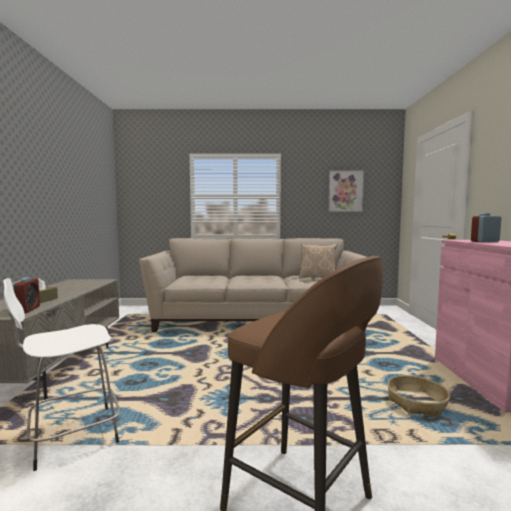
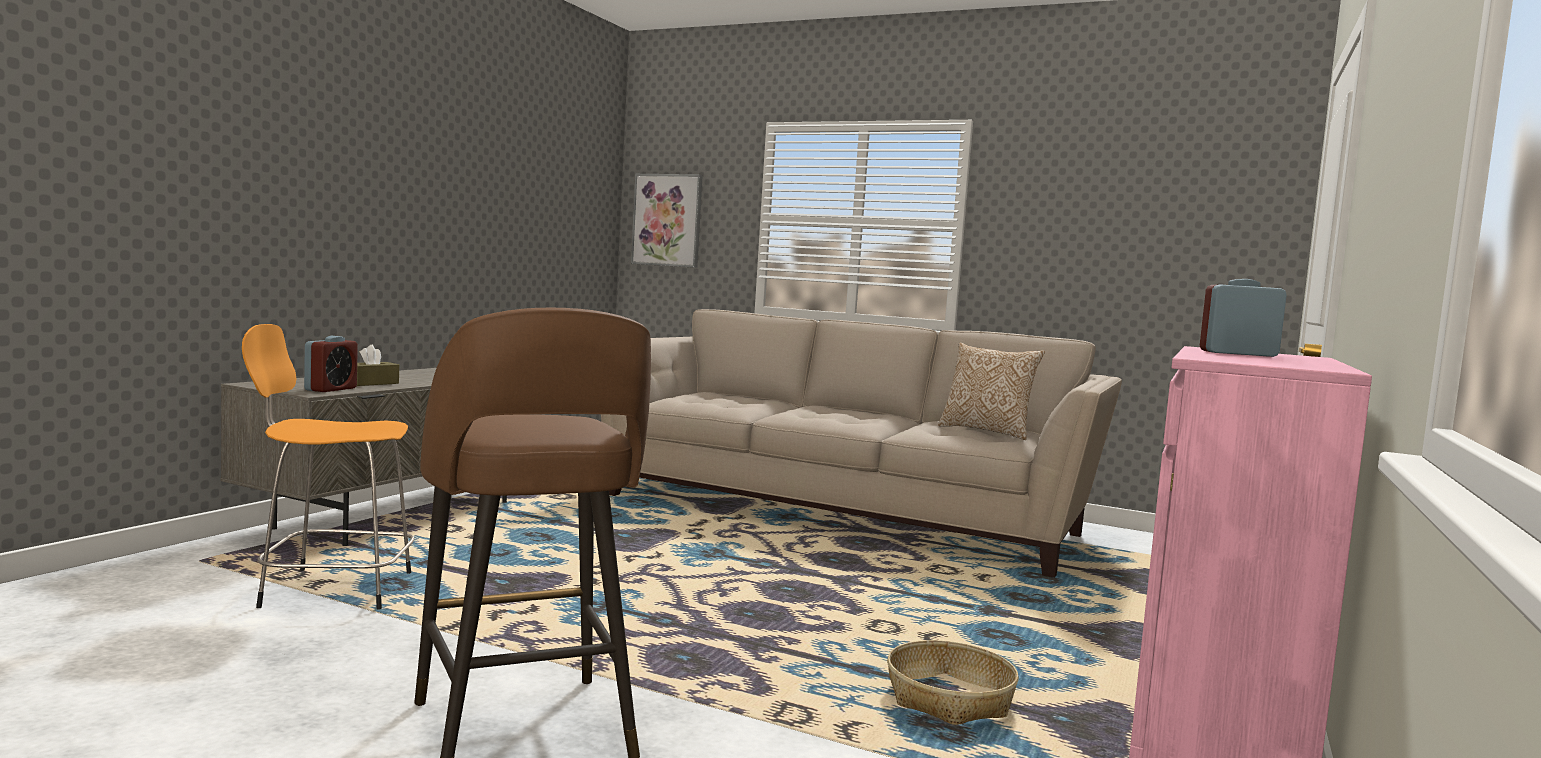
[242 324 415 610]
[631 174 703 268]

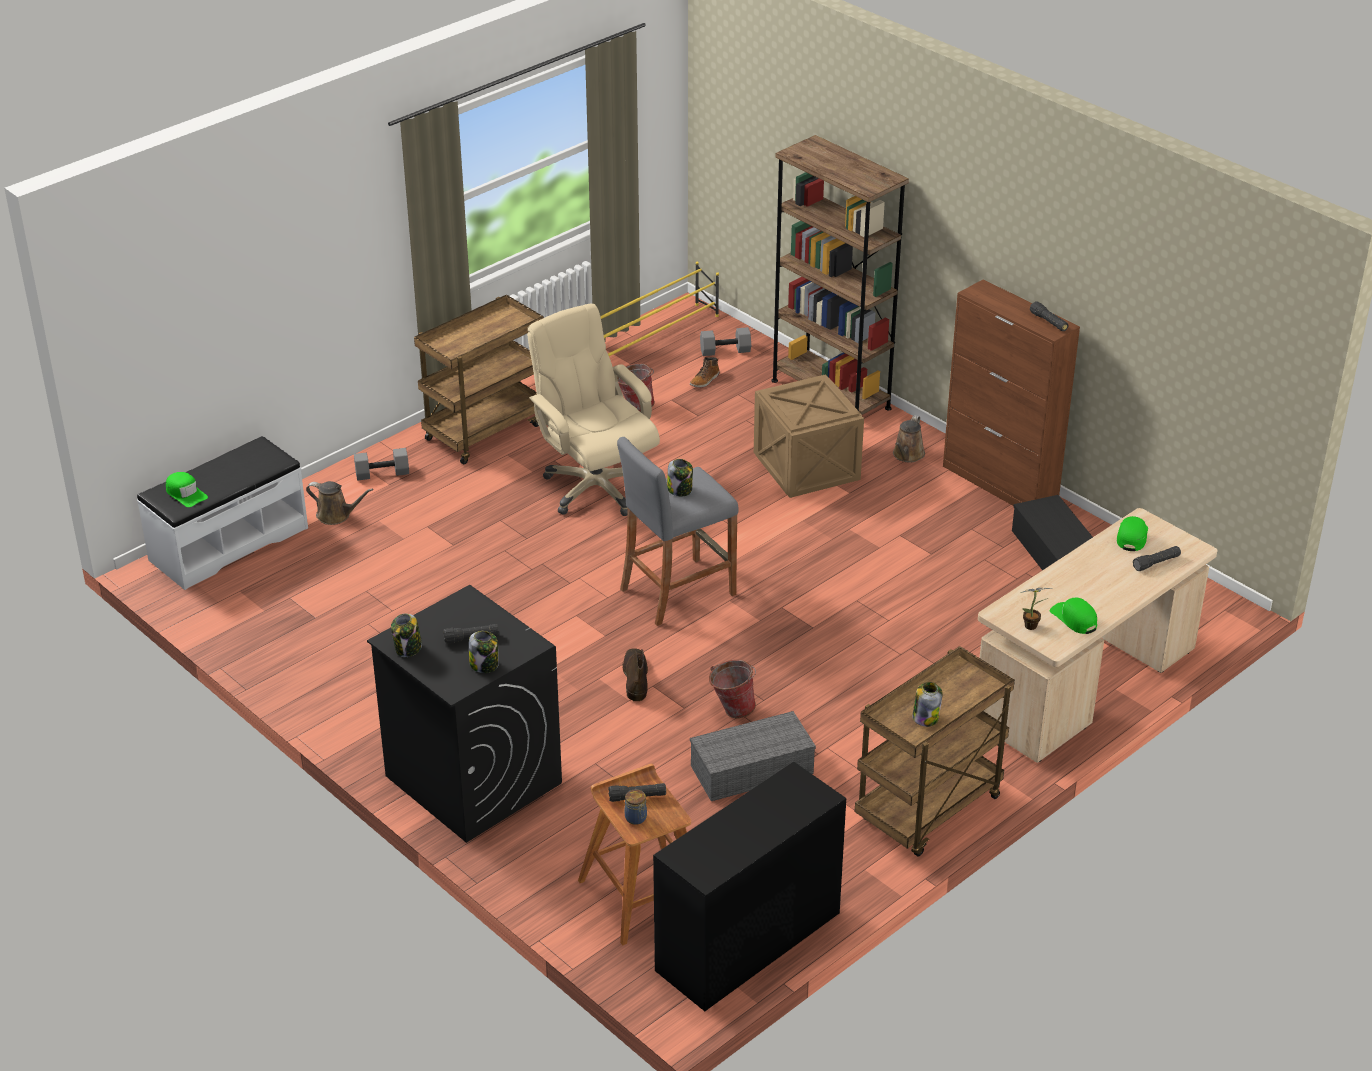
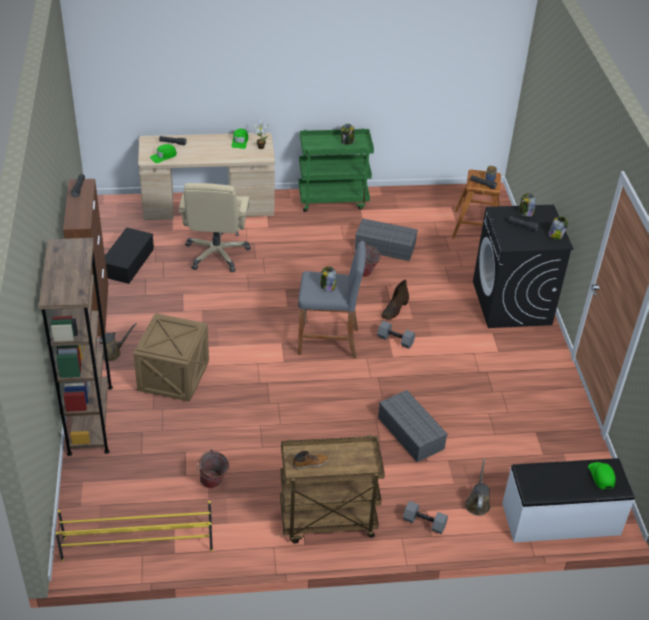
[465 458 490 516]
[179 183 251 272]
[653 762 846 1011] (first image)
[292 451 329 469]
[377 321 415 349]
[298 128 374 212]
[378 390 448 462]

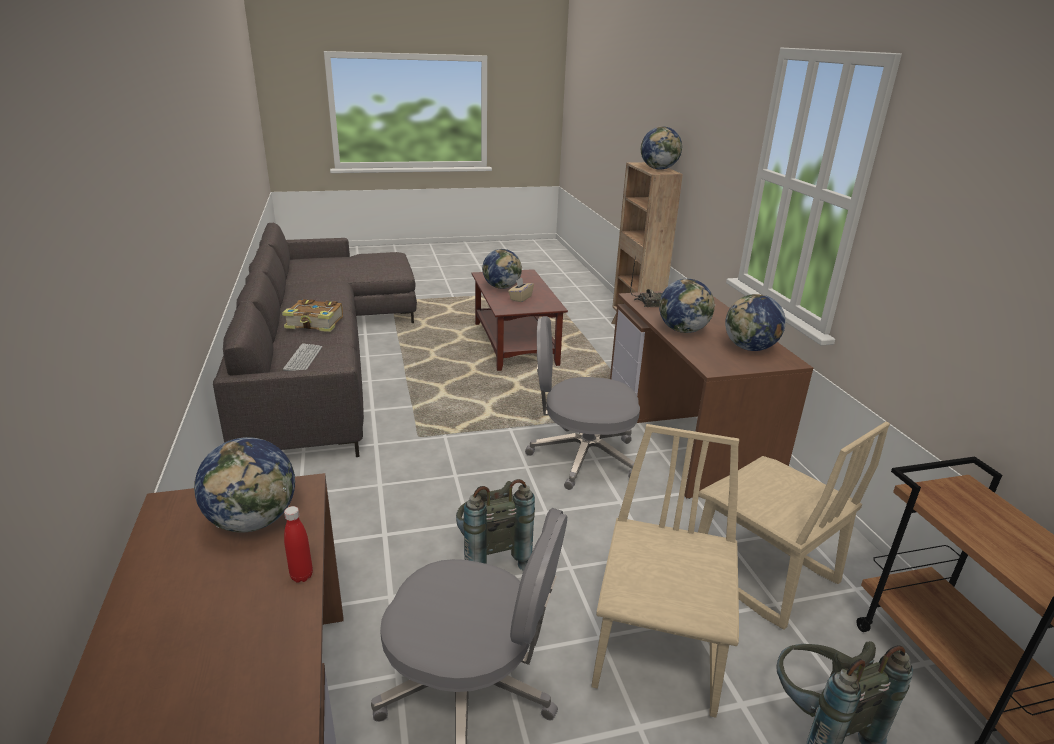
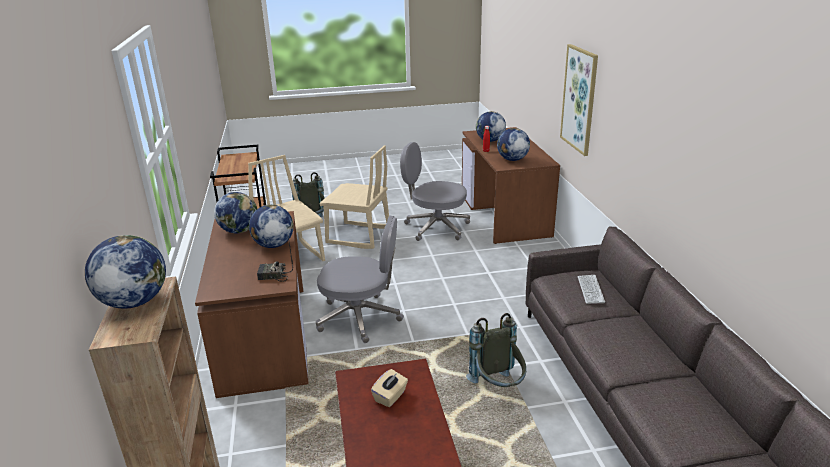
[282 299 343 332] (first image)
[466 313 526 387]
[476 111 506 142]
[319 145 389 249]
[560 44 598 156]

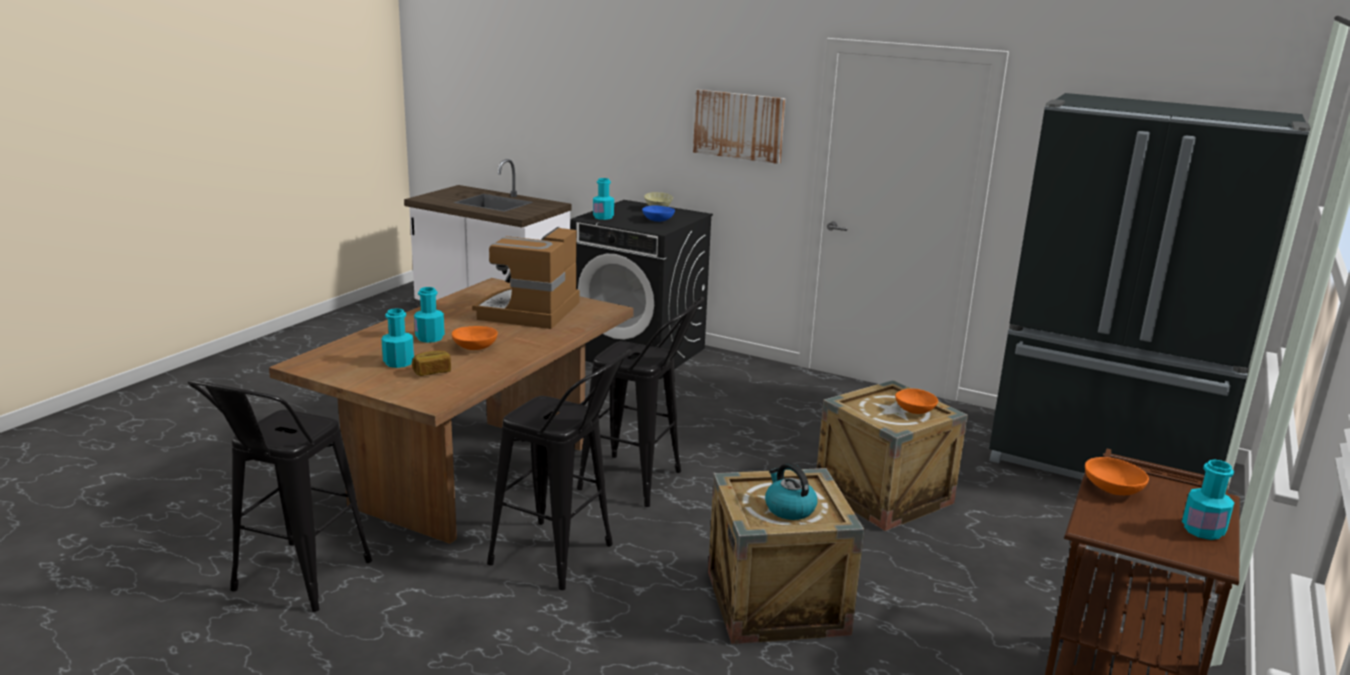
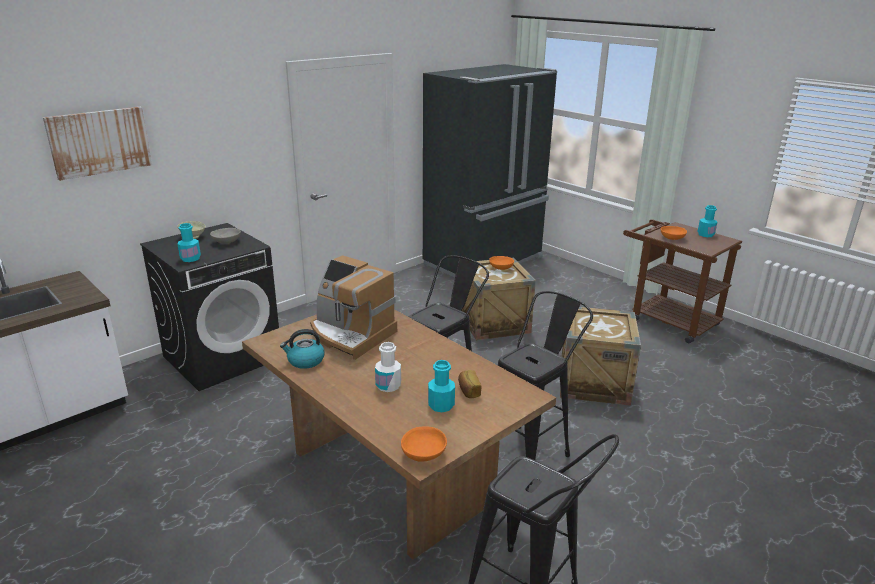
[375 342 401 392]
[401 426 447 462]
[210 228 241 244]
[43 107 152 181]
[280 329 325 369]

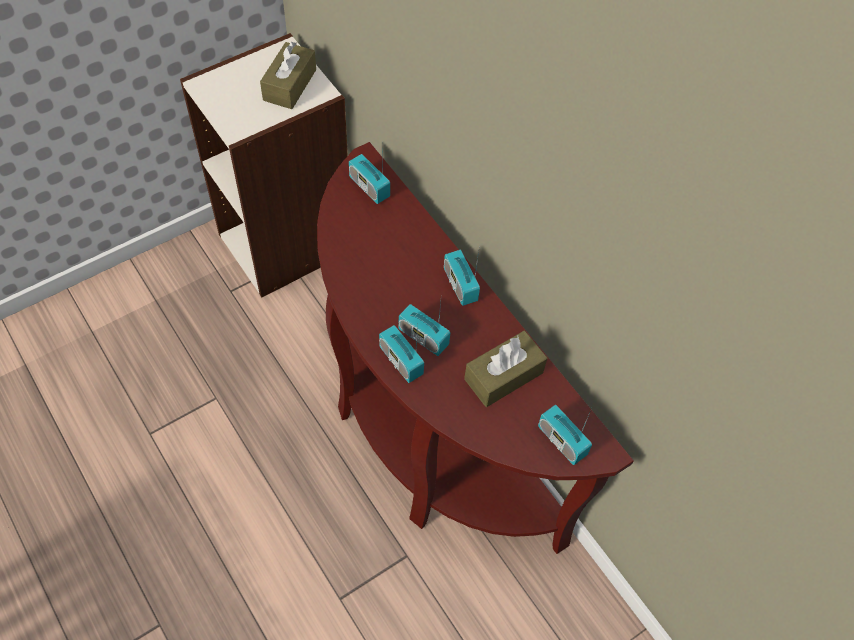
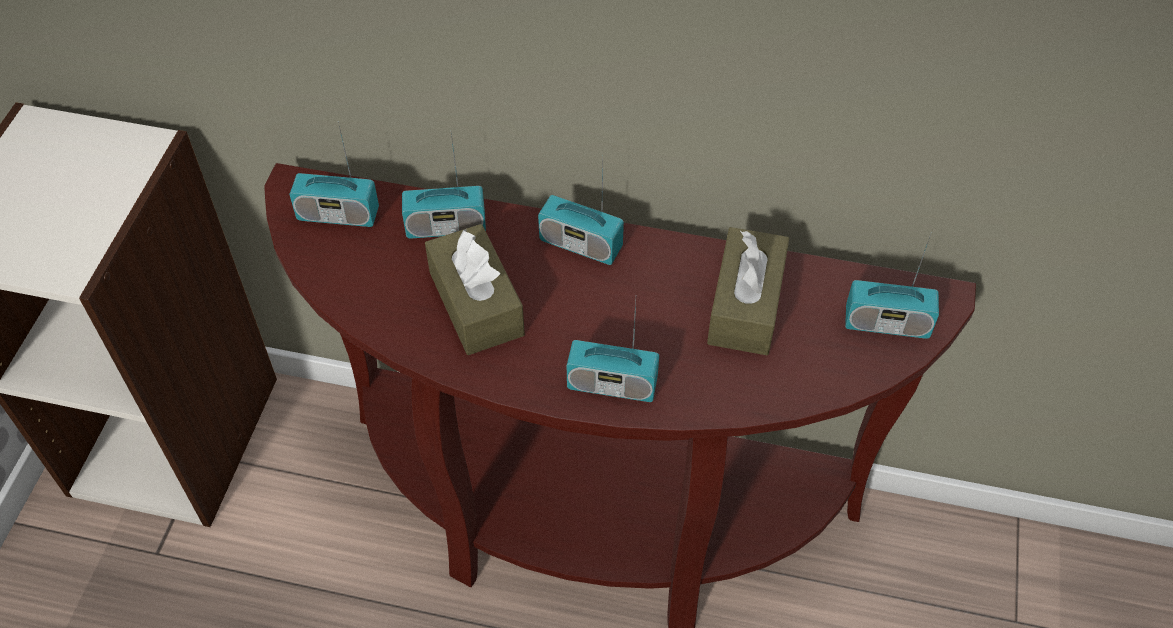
[425 224 525 355]
[402 134 486 239]

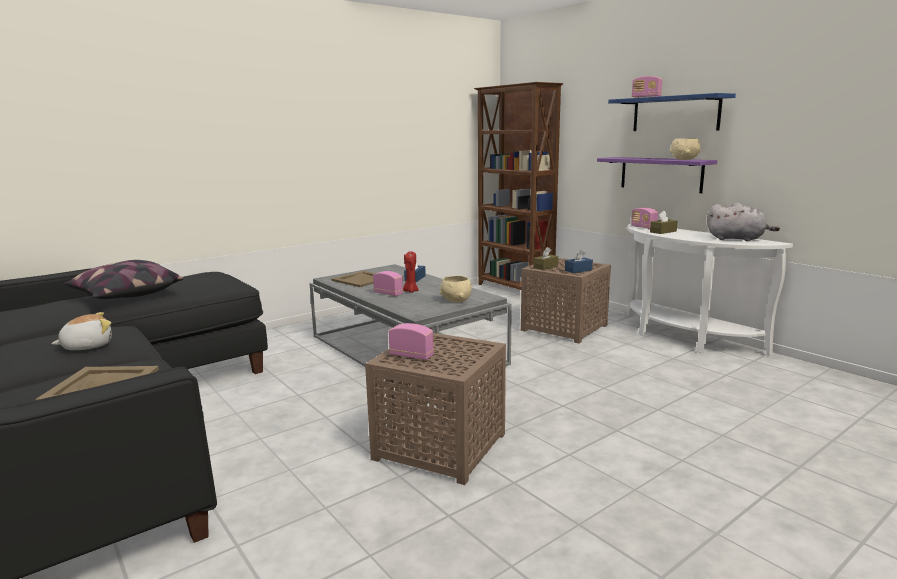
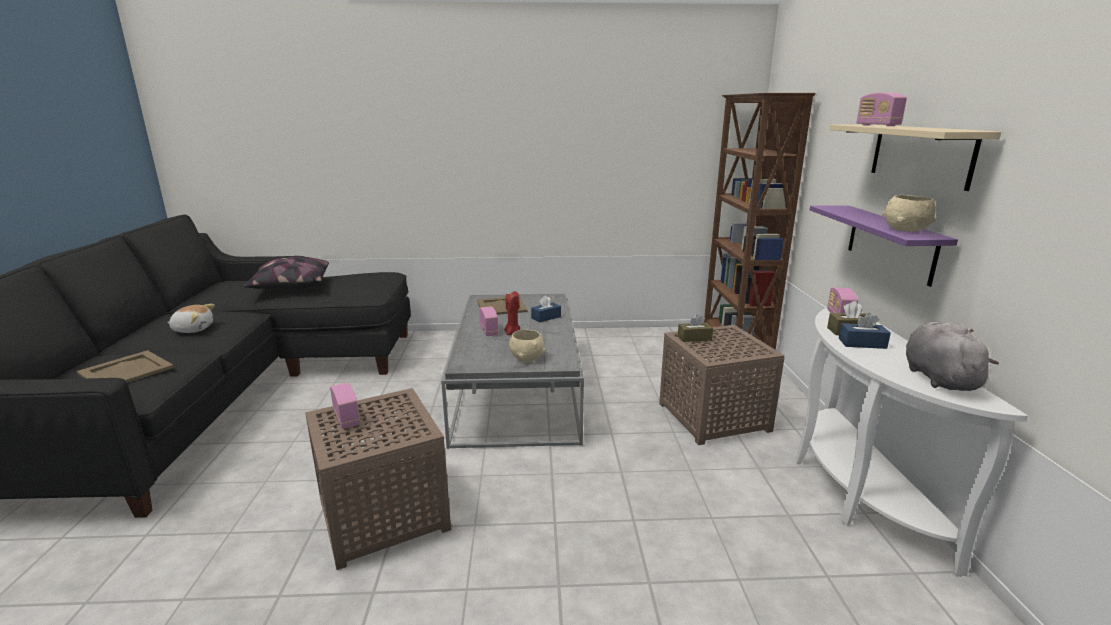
[839 313 891 349]
[830 125 1001 191]
[906 322 999 391]

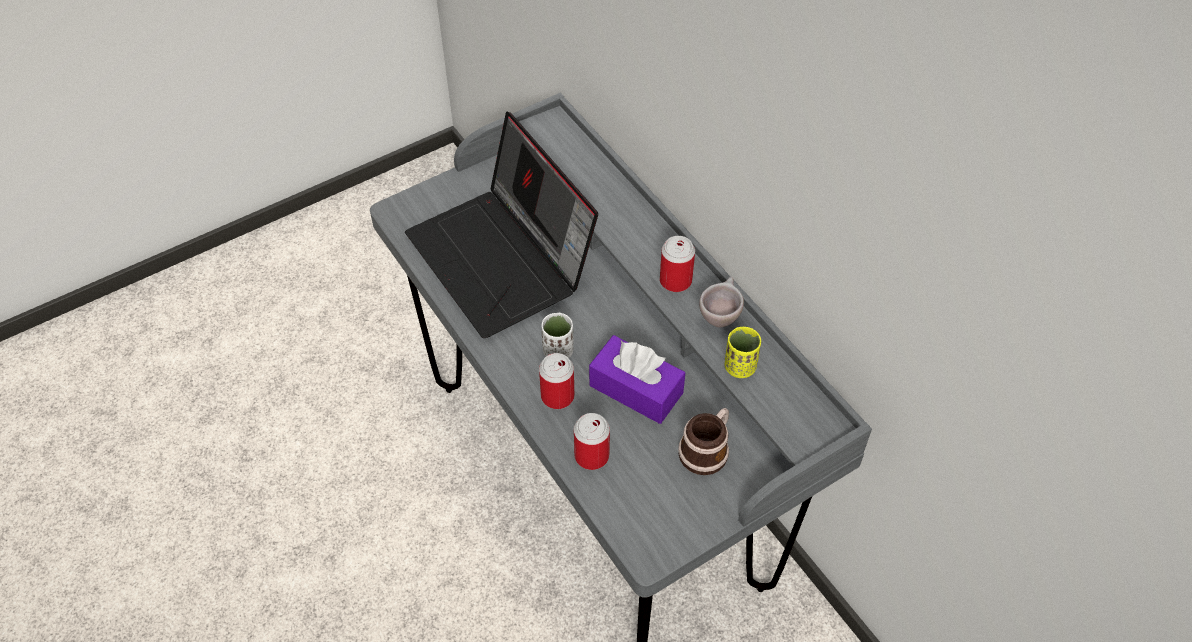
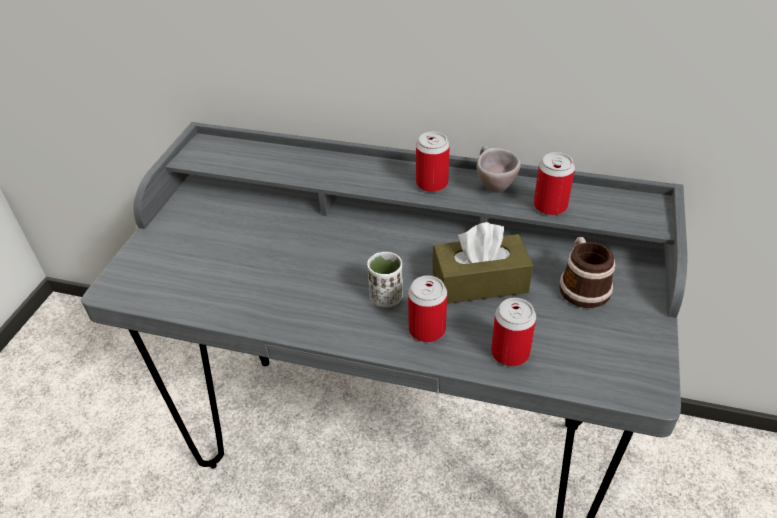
[405 112 598 338] (first image)
[433 222 533 304]
[534 152 575 215]

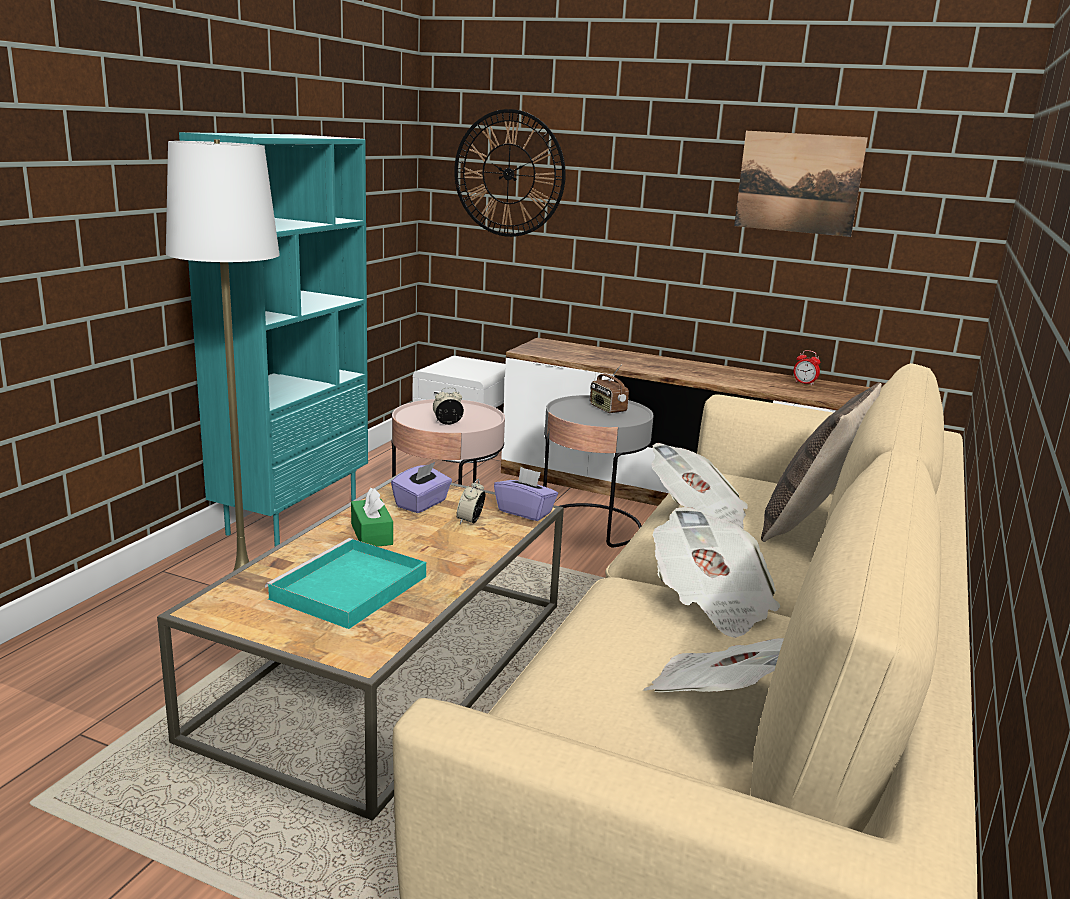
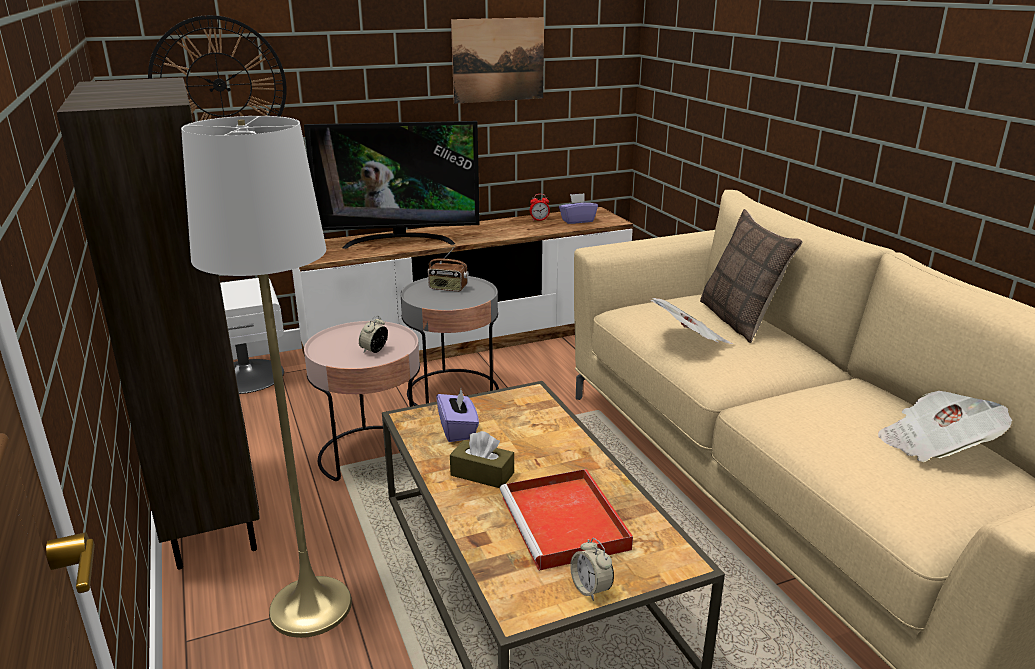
[57 77 260 569]
[500 469 633 571]
[450 431 514 488]
[570 538 614 601]
[559 193 598 224]
[653 507 780 638] (first image)
[304 121 480 249]

